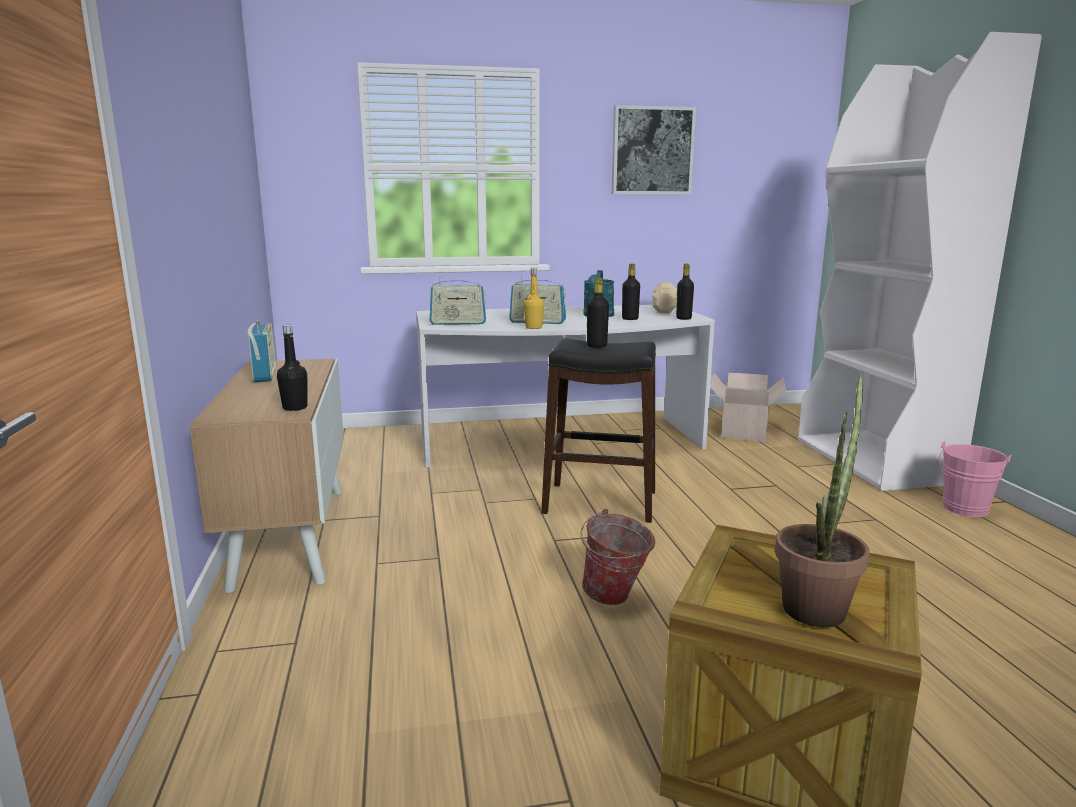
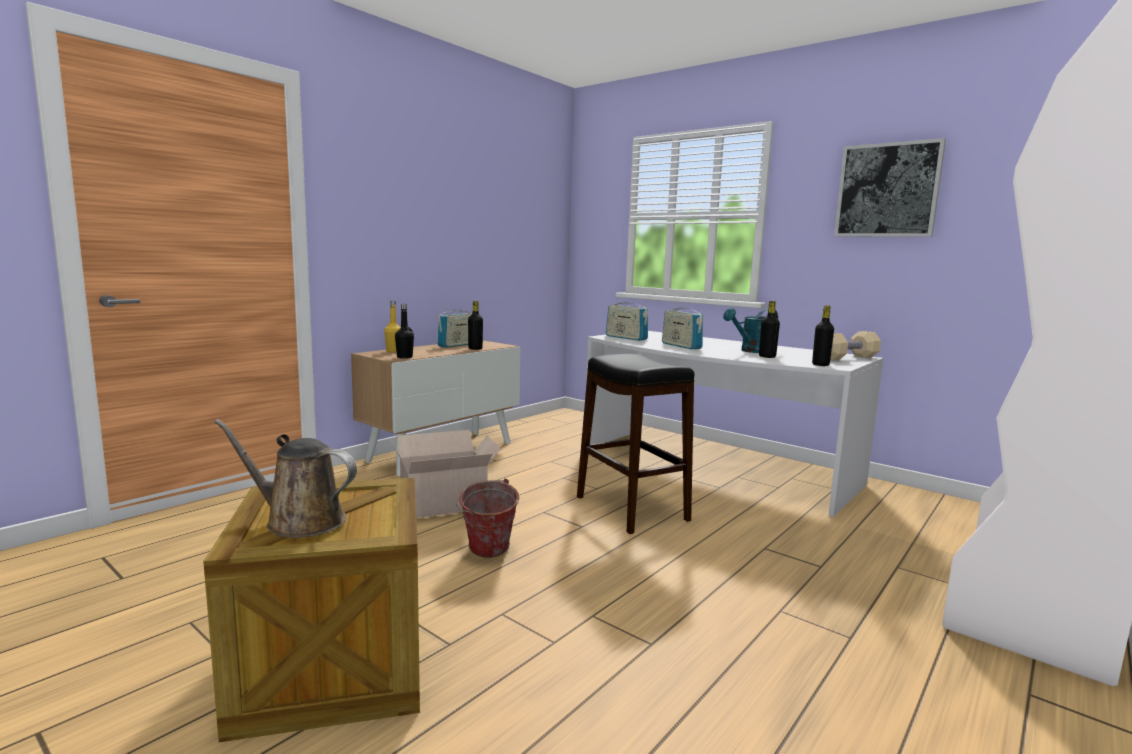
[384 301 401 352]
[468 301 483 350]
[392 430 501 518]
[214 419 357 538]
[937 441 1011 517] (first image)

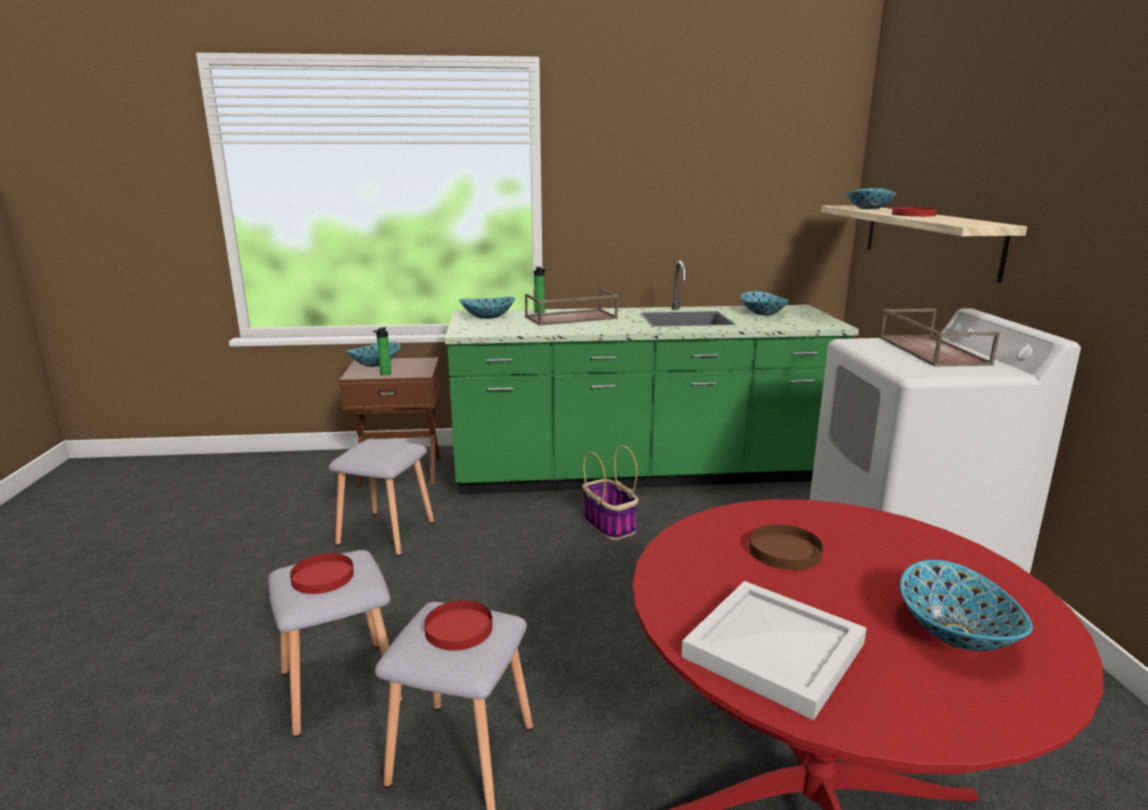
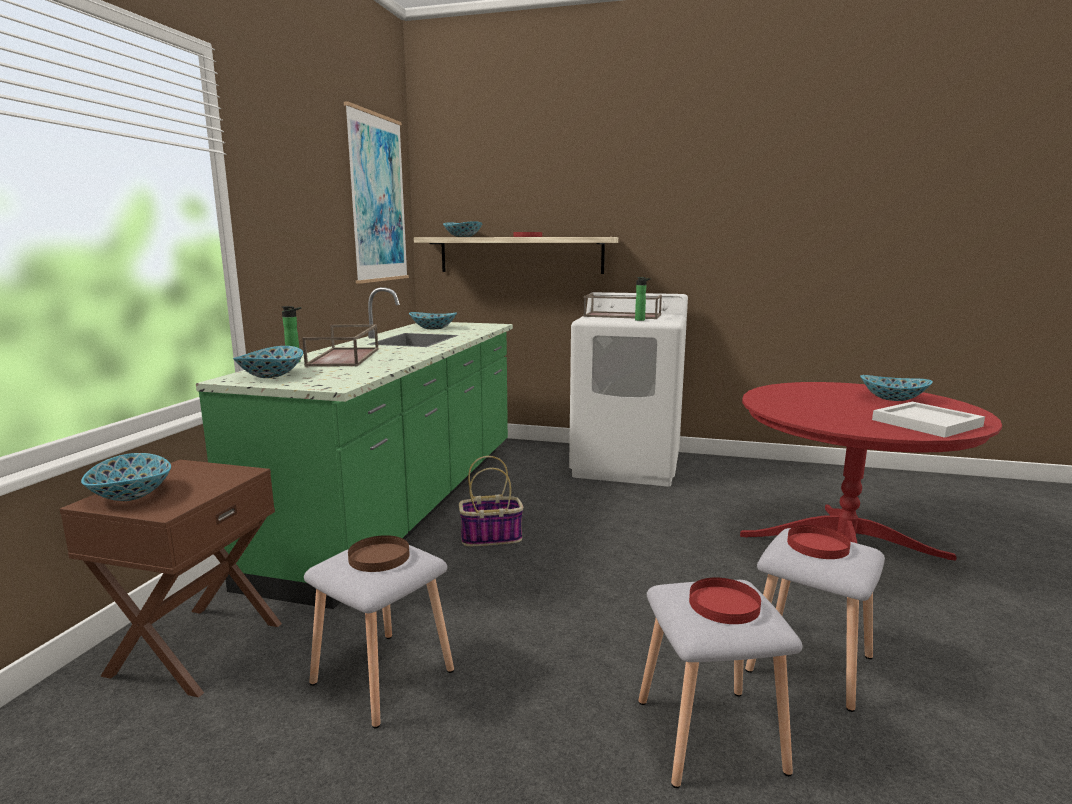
[635 277 651 321]
[348 535 410 572]
[344 101 409 284]

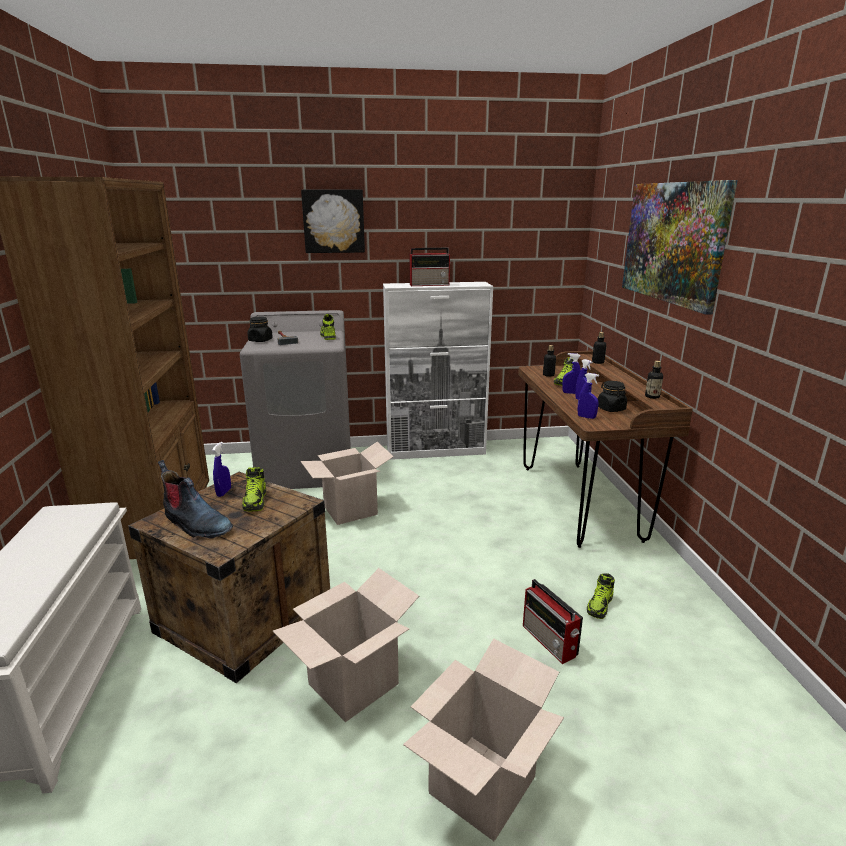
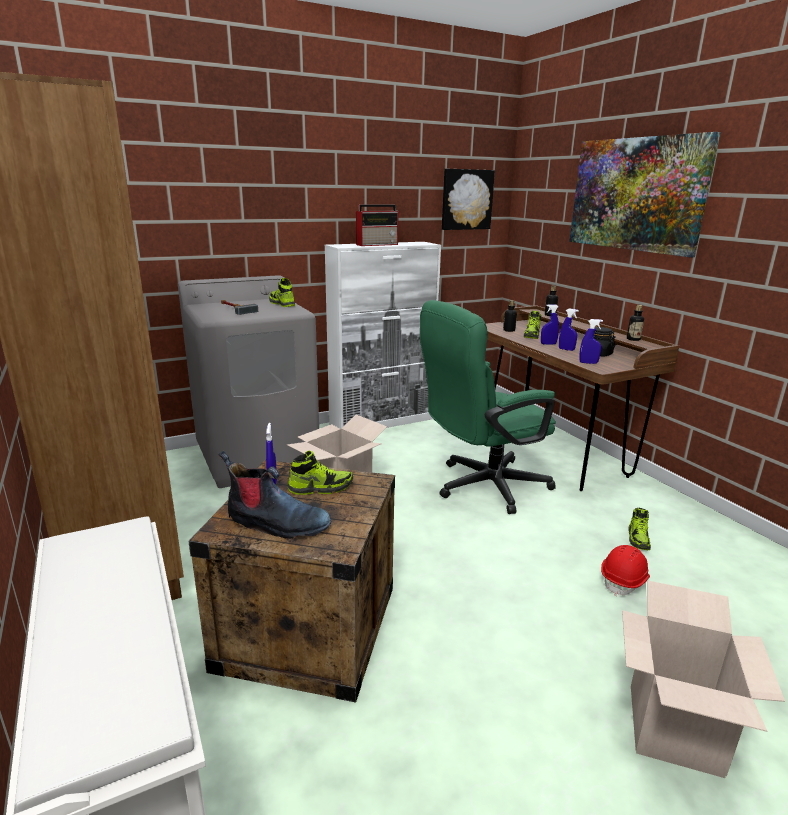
[288 451 353 495]
[247 316 273 342] (first image)
[272 568 419 722] (first image)
[442 169 495 230]
[601 545 650 596]
[420 300 556 514]

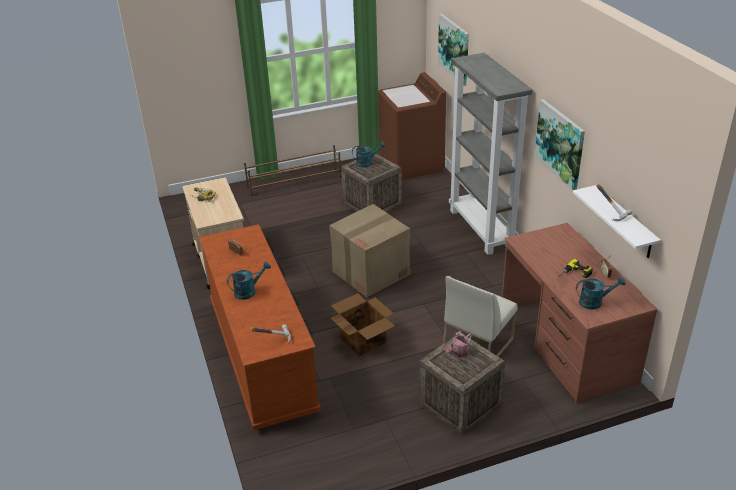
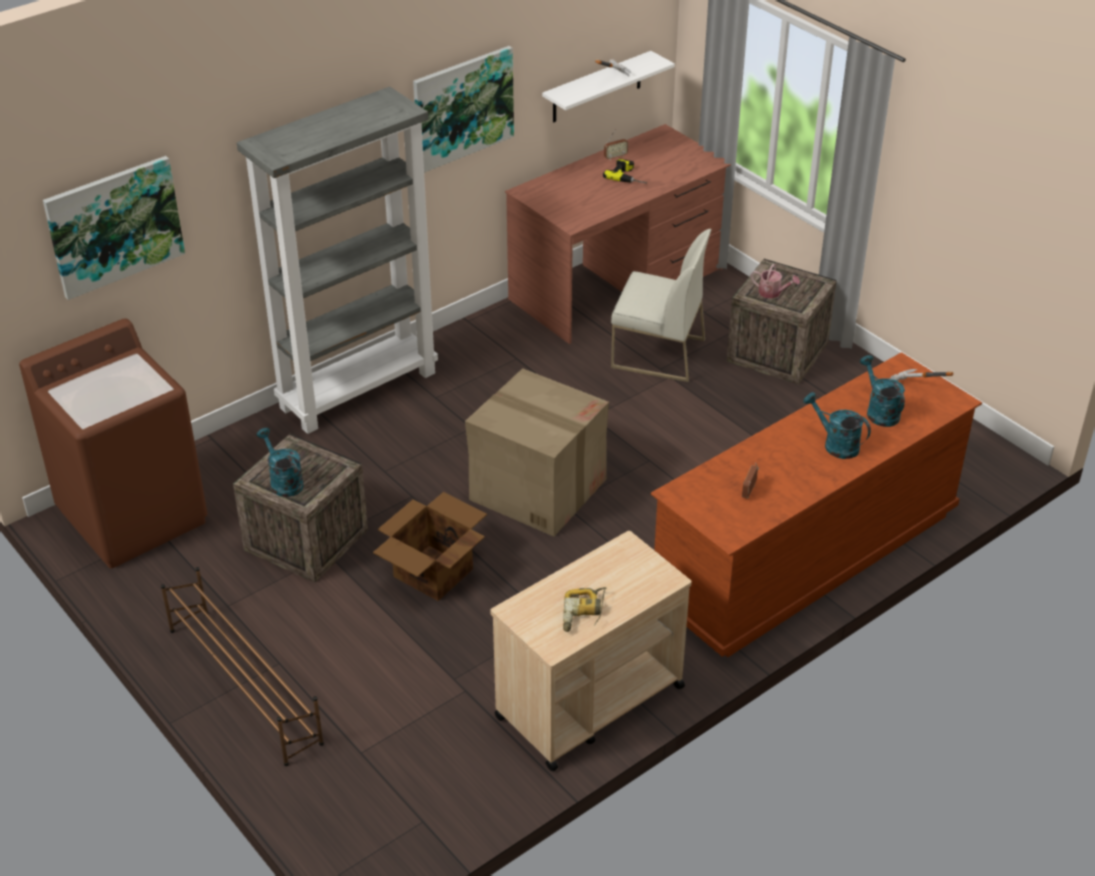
[373 492 487 601]
[860 355 905 427]

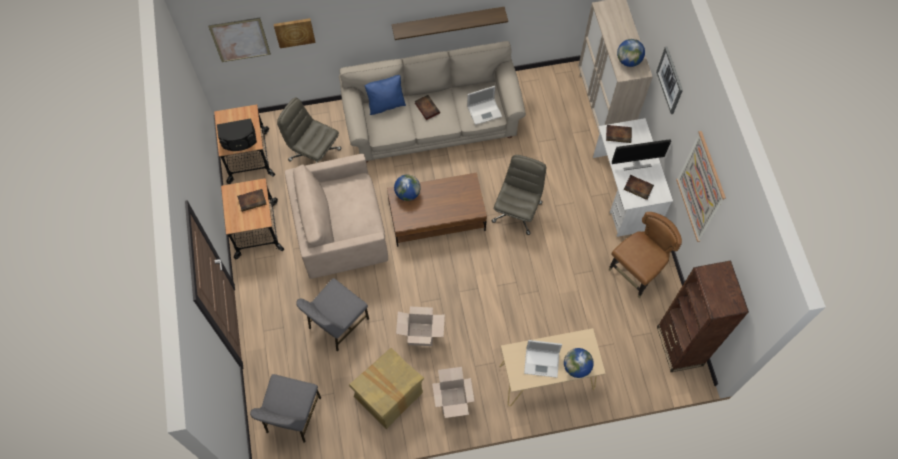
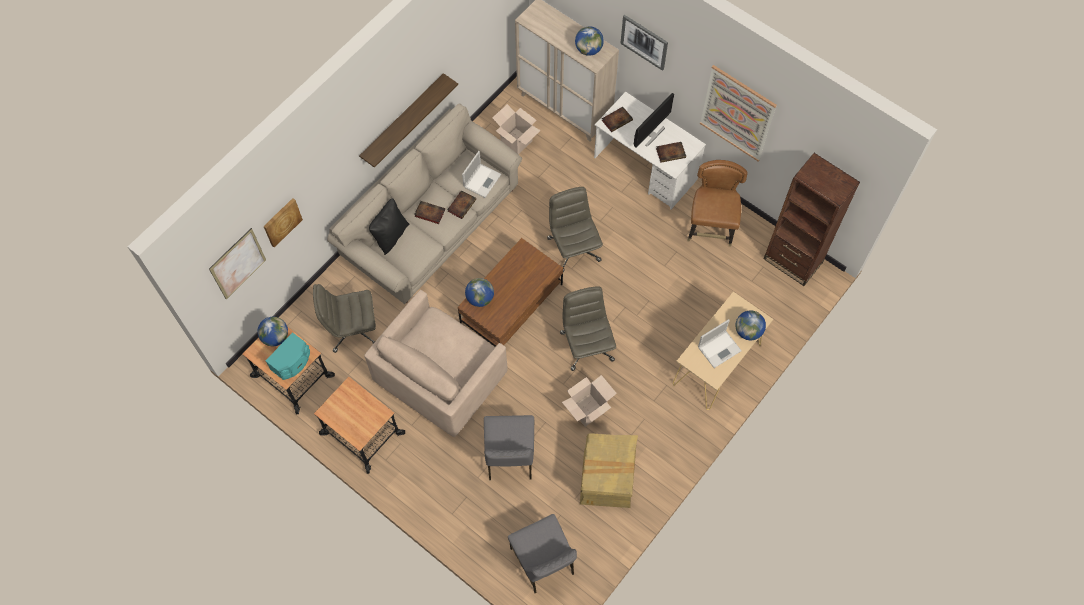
[266 332 310 380]
[447 190 476 219]
[369 198 409 255]
[492 104 541 154]
[257 317 288 346]
[560 286 616 371]

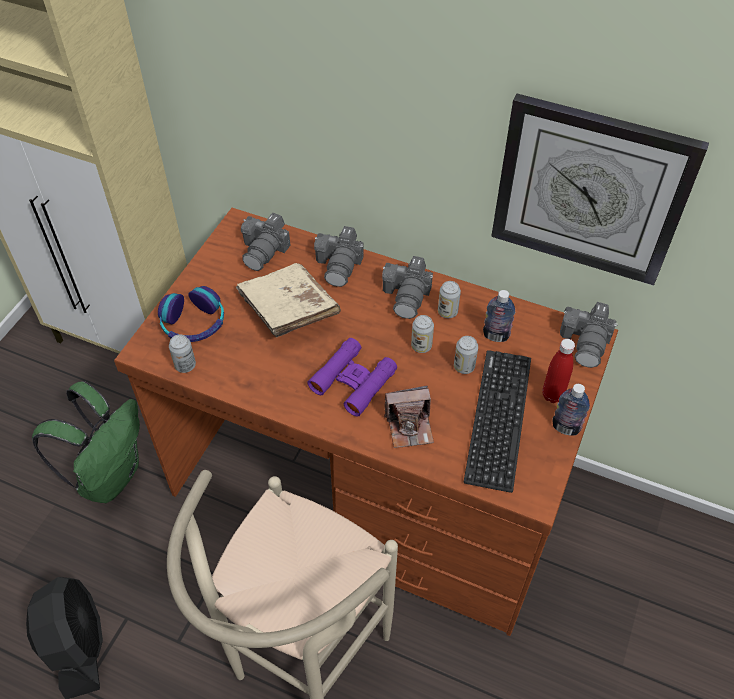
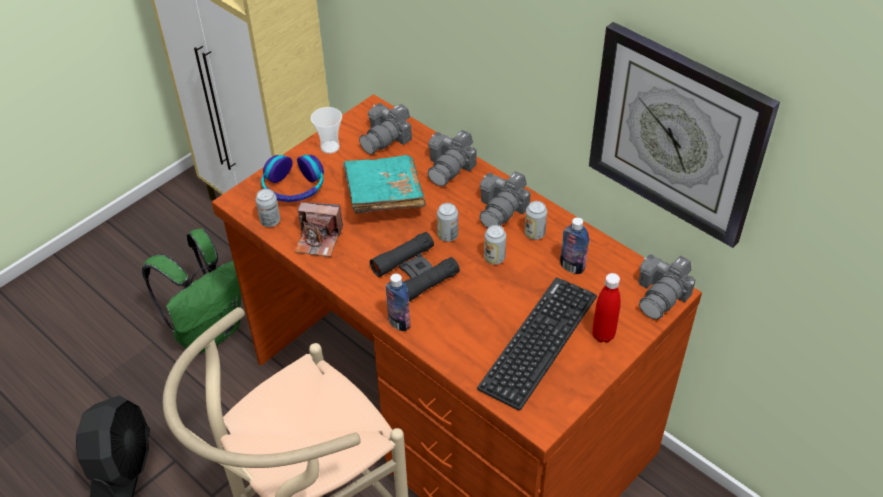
[343 155 426 214]
[370 232 460 301]
[294 202 343 257]
[437 203 458 242]
[386 274 411 331]
[311 107 342 154]

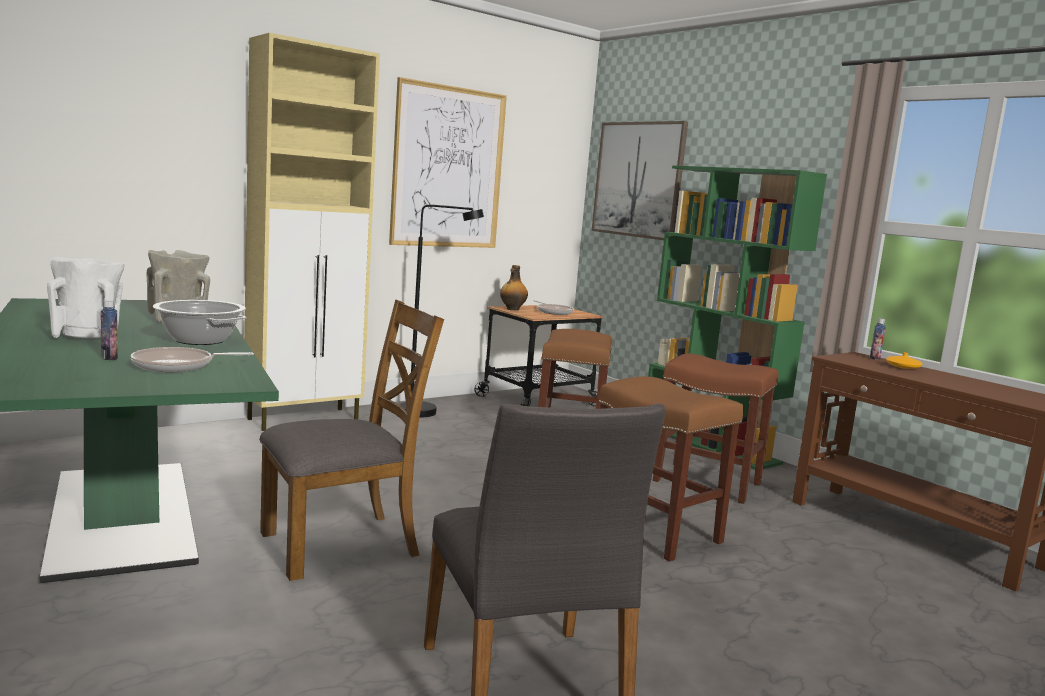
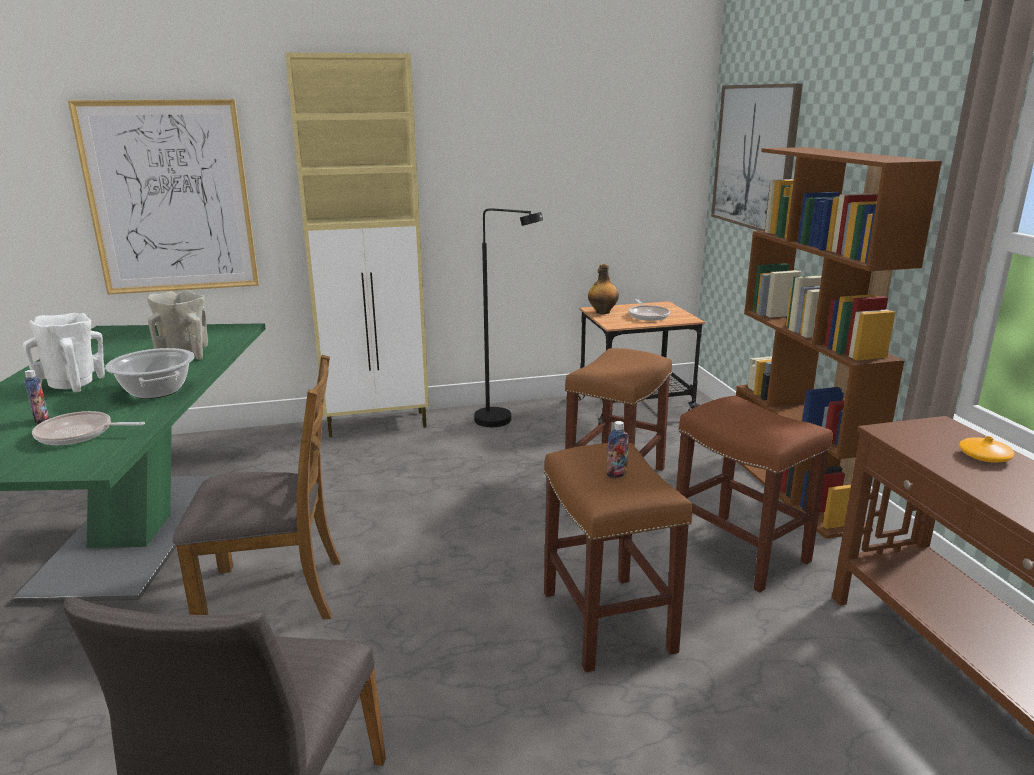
[68 99 259 295]
[736 147 942 539]
[607 421 629 478]

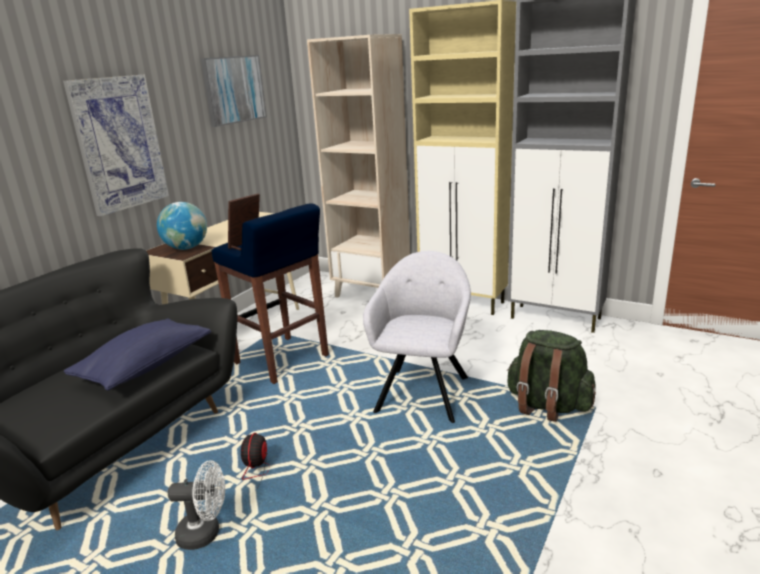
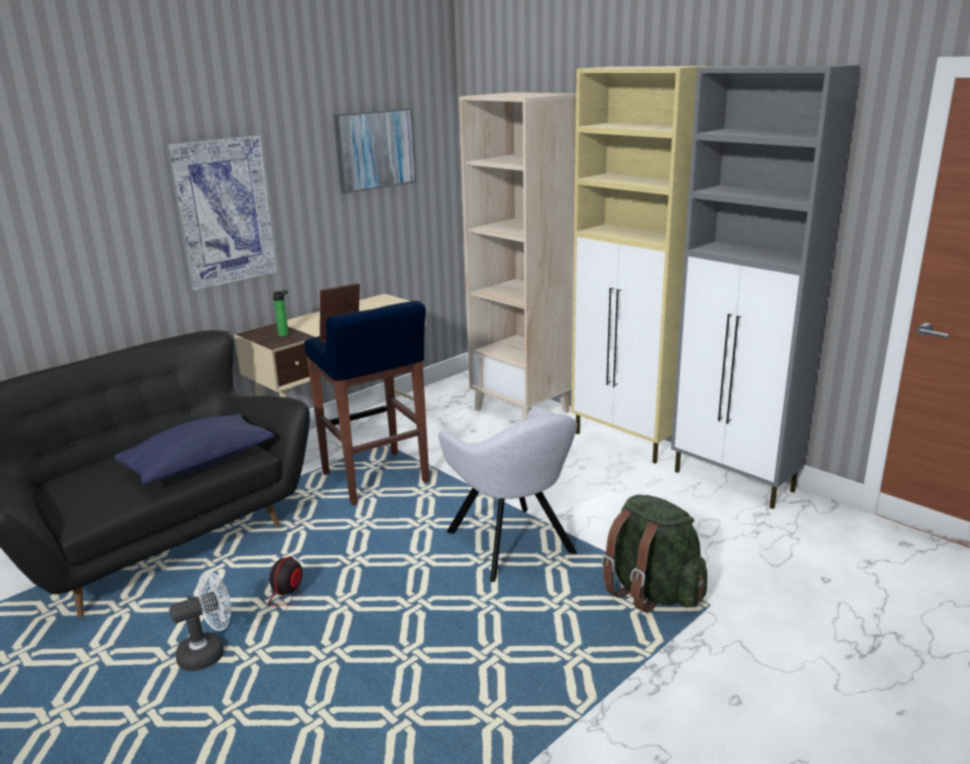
[273 290 289 337]
[169 571 231 671]
[439 407 577 582]

